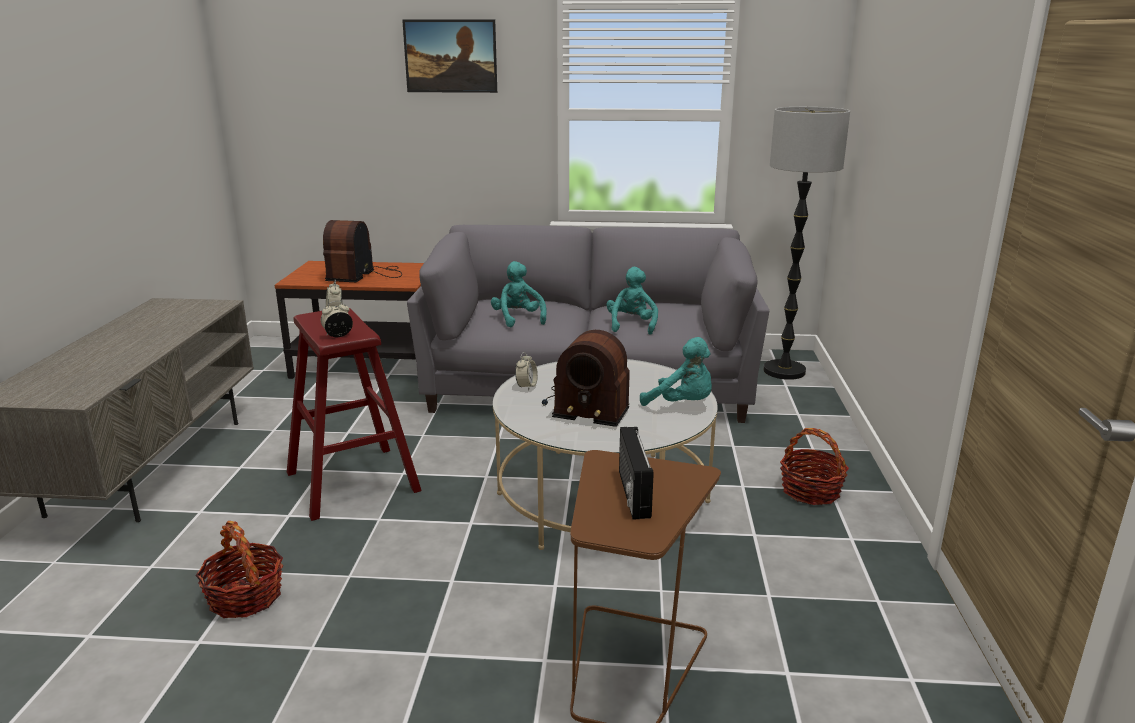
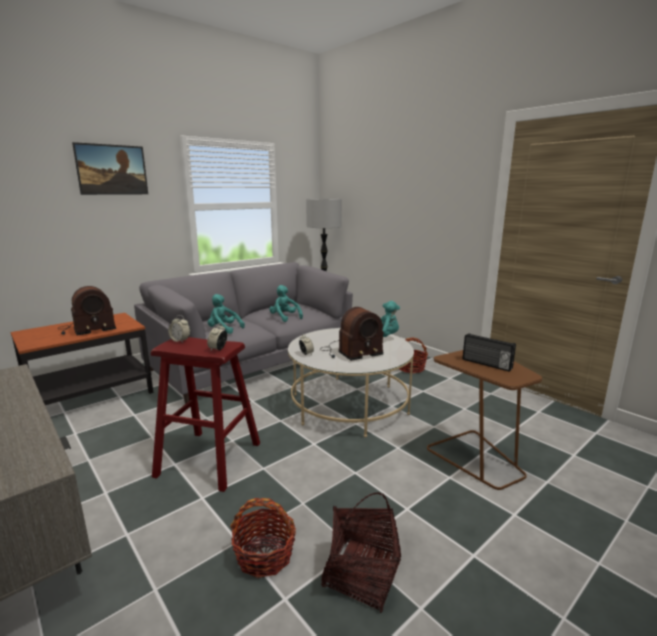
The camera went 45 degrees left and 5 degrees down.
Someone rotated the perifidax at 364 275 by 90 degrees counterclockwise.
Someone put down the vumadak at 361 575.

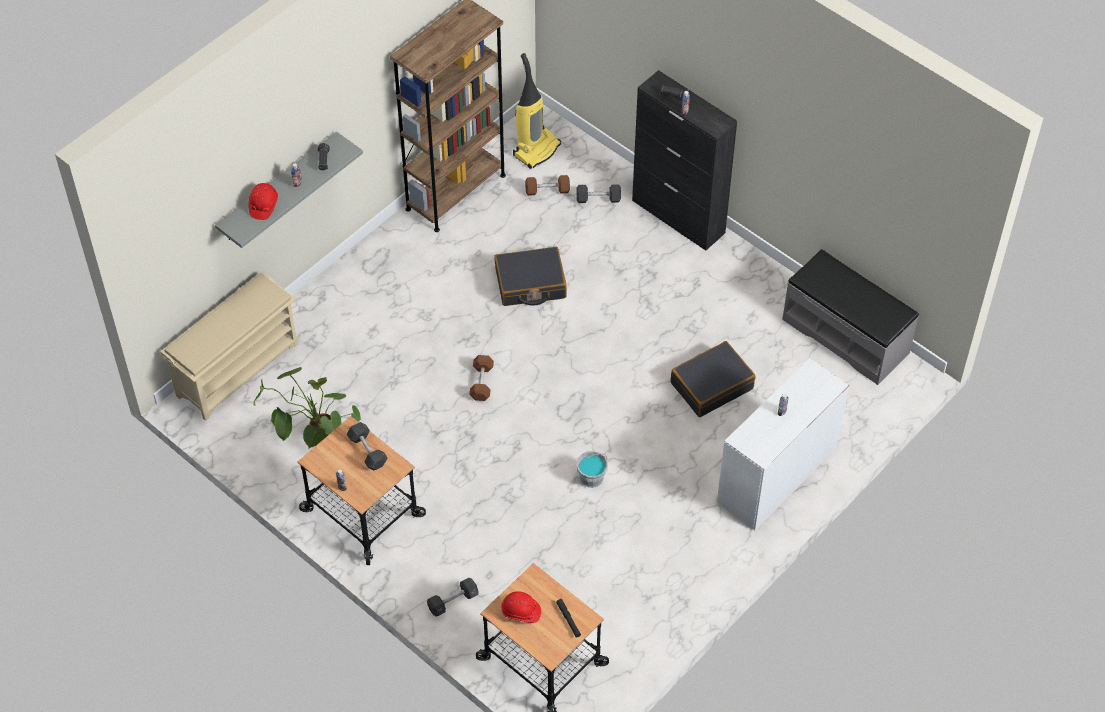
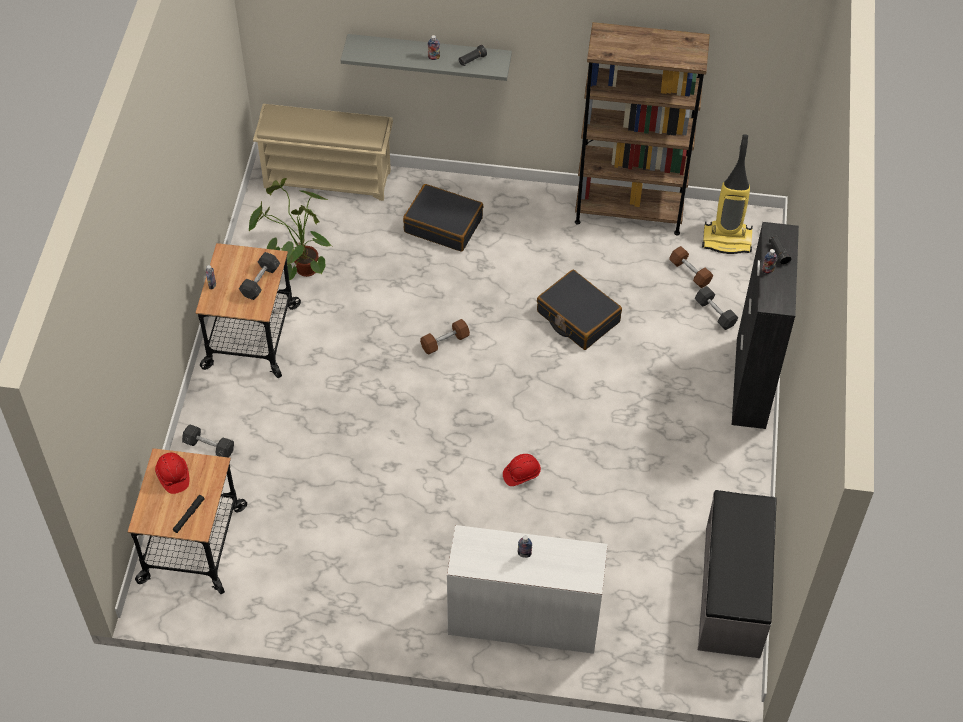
The camera went 55 degrees right and 0 degrees up.
Someone carried the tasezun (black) from 711 385 to 443 225.
Someone carried the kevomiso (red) from 263 205 to 521 474.
Someone took away the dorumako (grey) at 591 478.

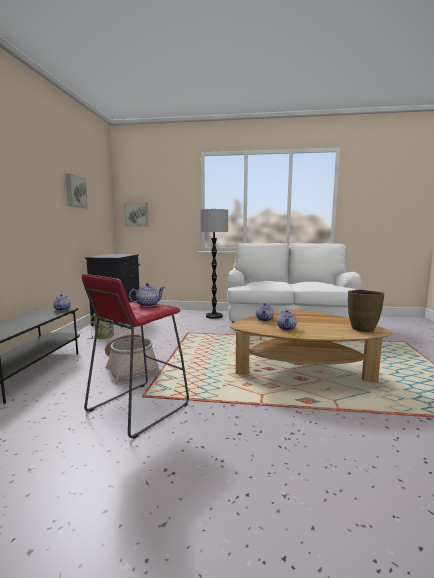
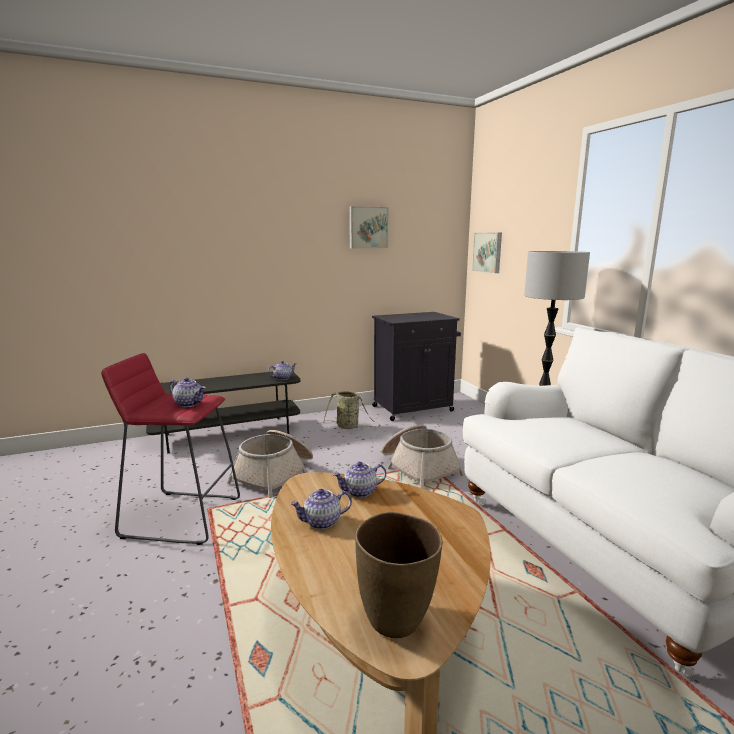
The camera went 60 degrees right and 5 degrees up.
Someone put down the vumadak at 418 468.

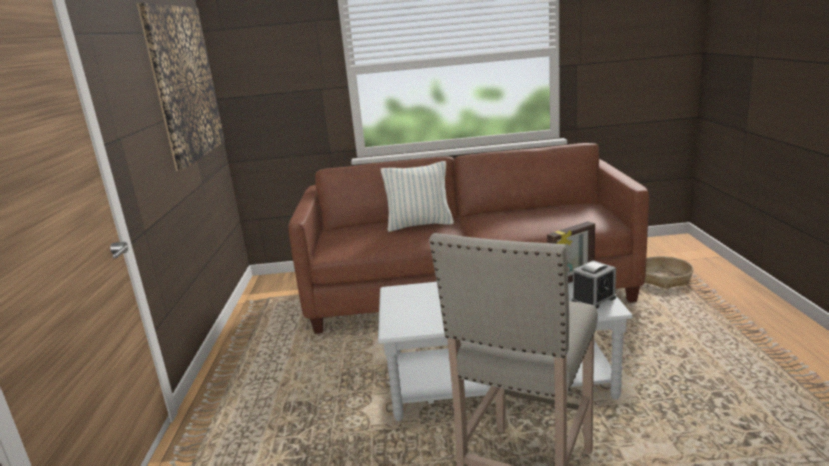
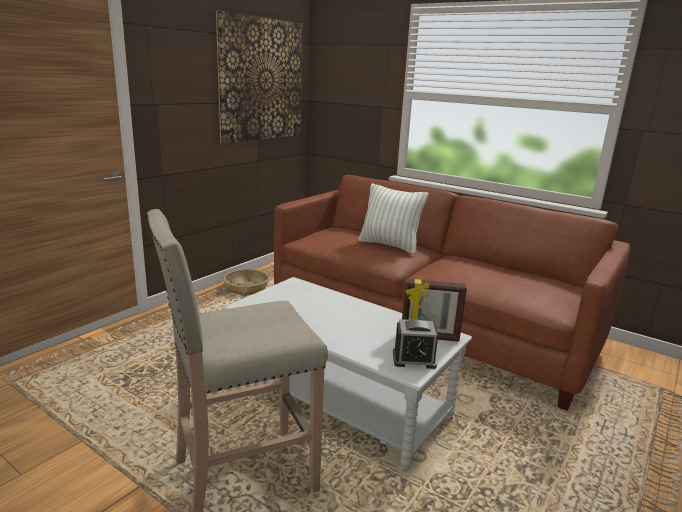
The camera went 35 degrees right and 0 degrees up.
Someone carried the vumadak from 664 279 to 246 288.

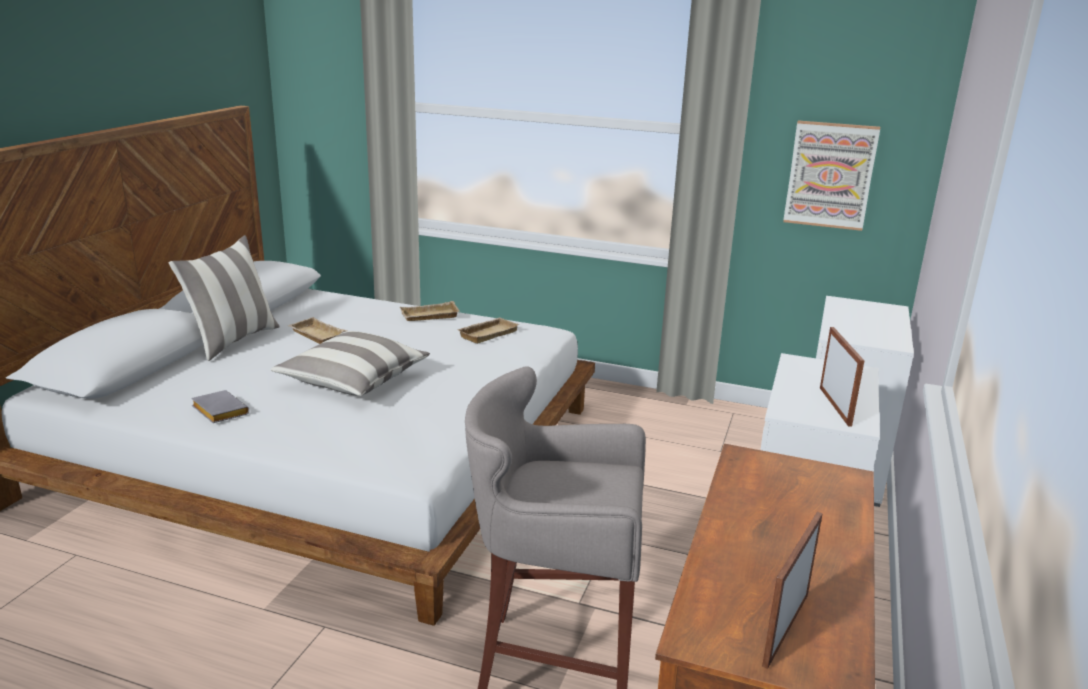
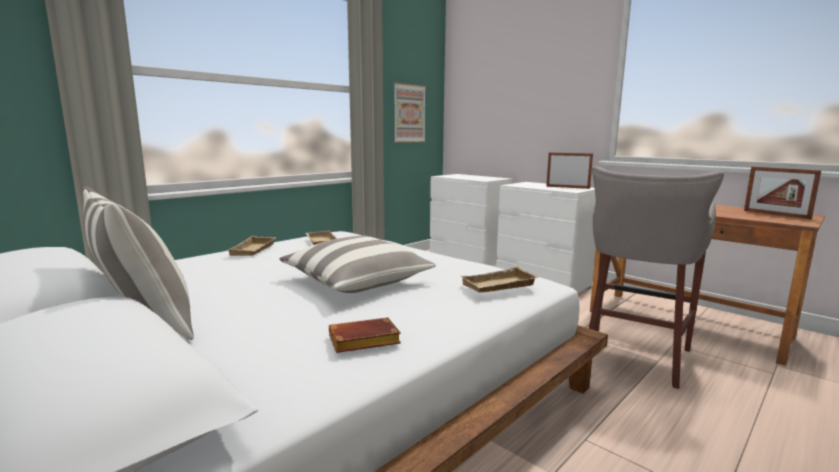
The camera went 65 degrees left and 10 degrees down.
Someone repainted the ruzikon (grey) at 218 411, which became the ruzikon (brown) at 362 342.
Someone carried the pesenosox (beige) from 316 336 to 499 286.

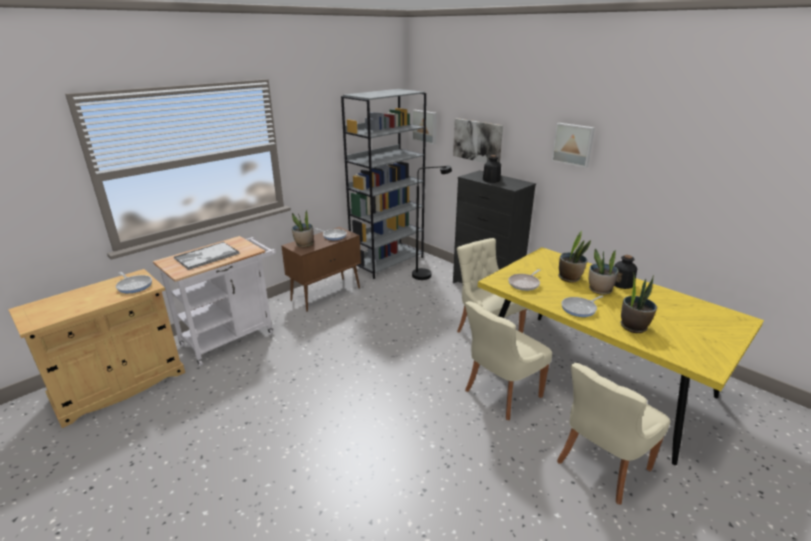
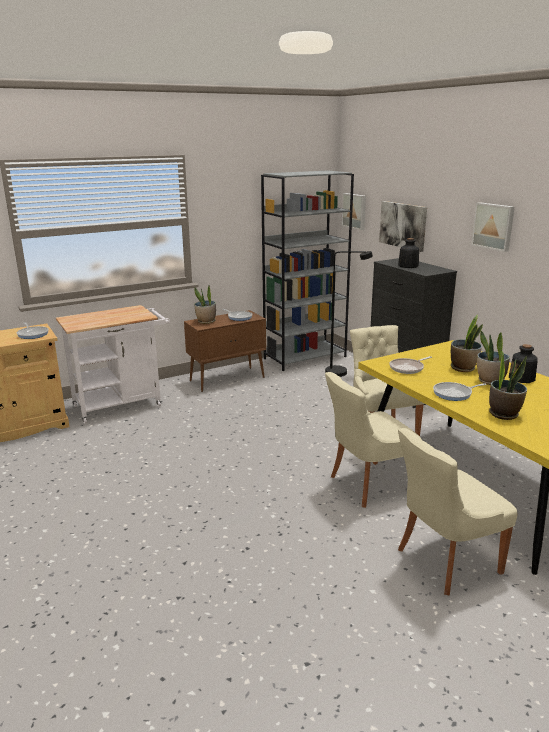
The camera went 15 degrees right and 5 degrees down.
Someone took away the pesenosox at 206 256.

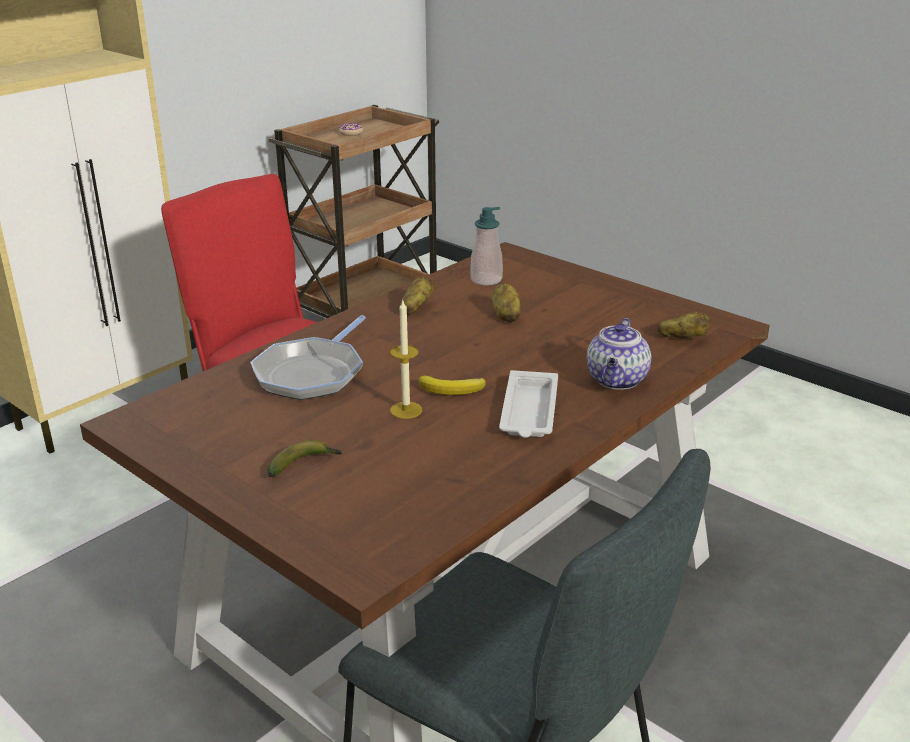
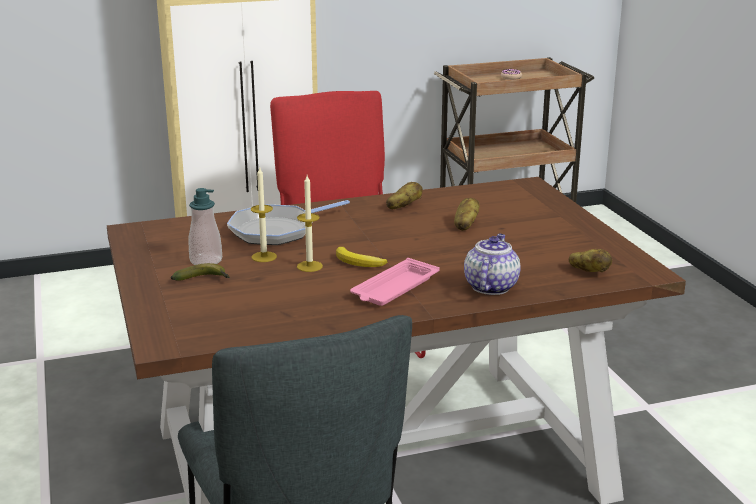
The camera went 30 degrees right and 5 degrees down.
Someone carried the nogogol from 486 280 to 206 261.
Someone put down the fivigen at 264 257.
Someone repainted the pesenosox (white) at 529 412, which became the pesenosox (pink) at 394 289.
Someone rotated the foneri at 617 380 by 150 degrees clockwise.

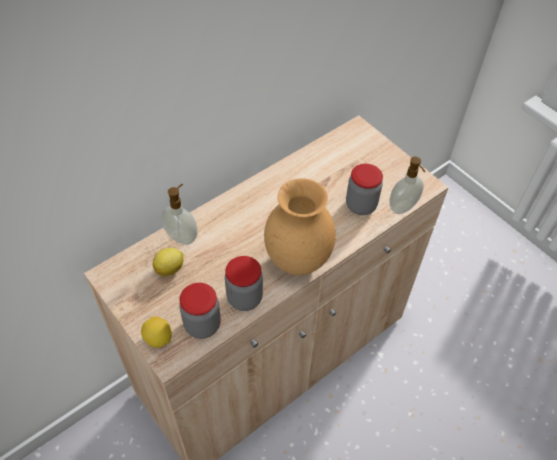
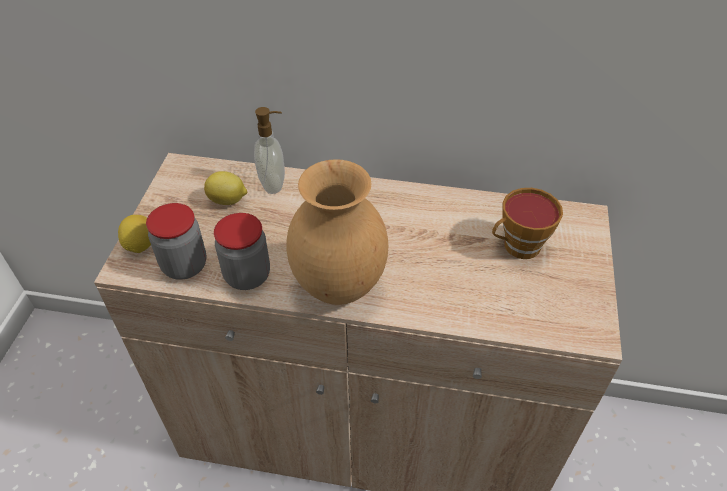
The camera went 50 degrees right and 5 degrees down.
Someone put down the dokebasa at 518 247.
Someone took away the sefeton at 361 205.
Someone took away the nogogol at 403 208.

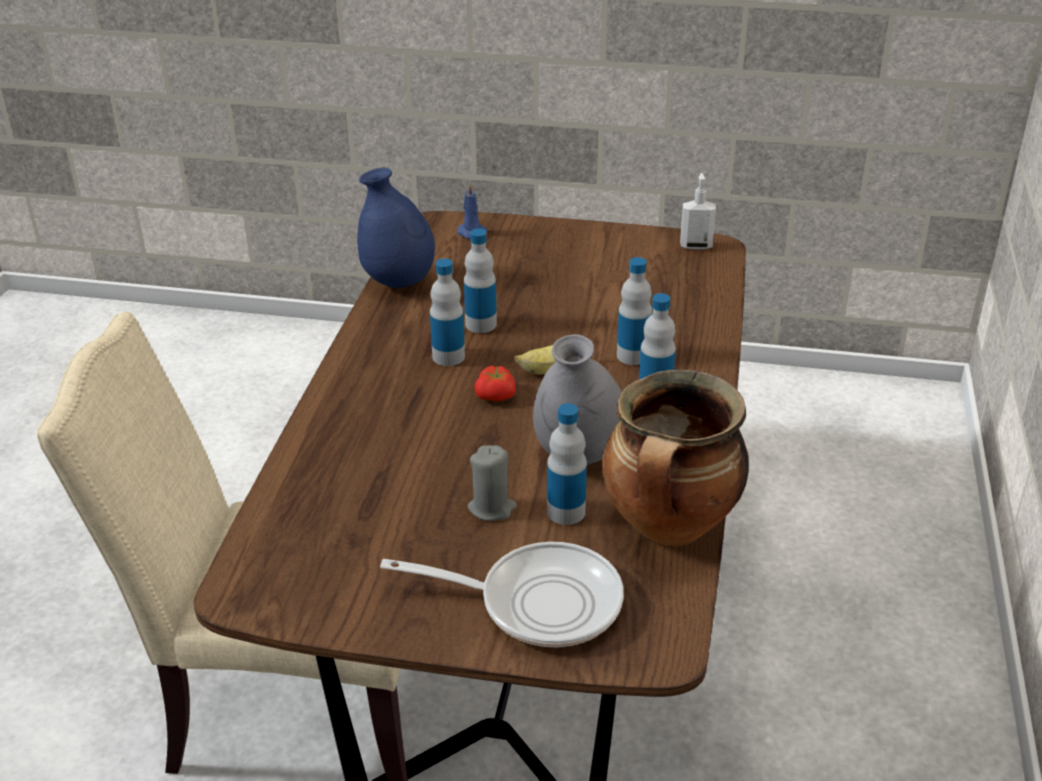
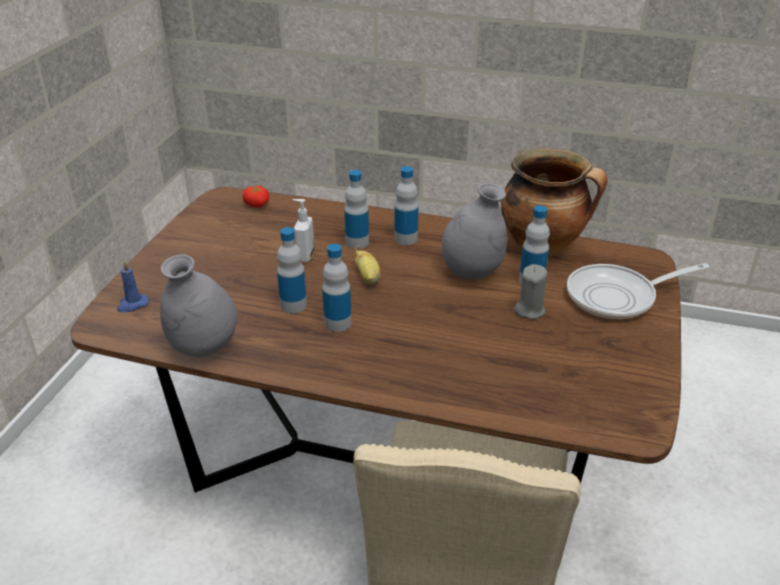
The camera went 85 degrees left and 0 degrees up.
Someone repainted the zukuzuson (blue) at 398 282, which became the zukuzuson (grey) at 203 348.
Someone carried the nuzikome from 496 396 to 257 204.
Someone carried the nogogol from 696 245 to 304 256.
Someone rotated the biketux at 538 602 by 120 degrees counterclockwise.

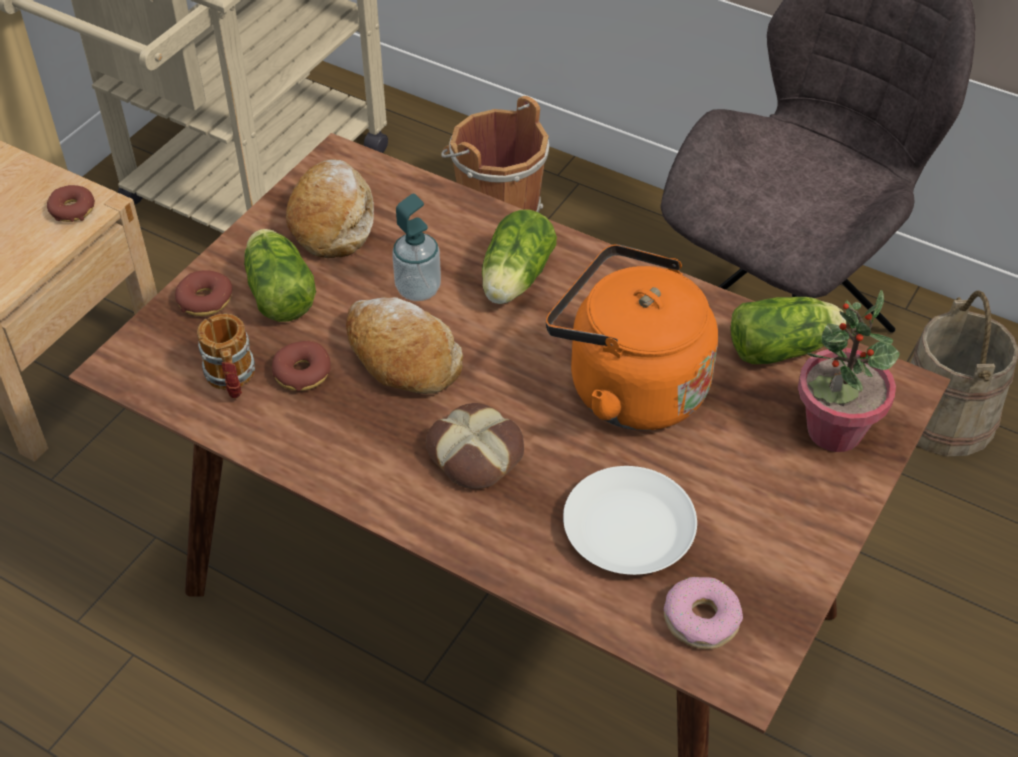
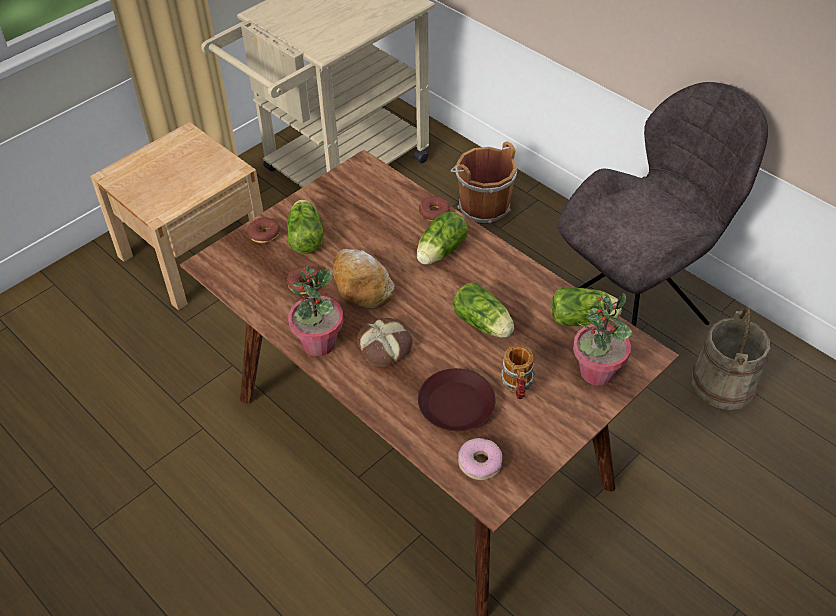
The camera went 15 degrees right and 0 degrees up.
Someone put down the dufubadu at 319 343.
Someone repainted the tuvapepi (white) at 630 528, which became the tuvapepi (brown) at 457 405.
Someone carried the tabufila from 72 210 to 434 213.
Someone swapped the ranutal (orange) at 628 386 for the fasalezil at 484 325.
Someone carried the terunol from 231 380 to 517 386.
Someone took away the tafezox at 333 220.
Someone took away the nogogol at 418 289.

